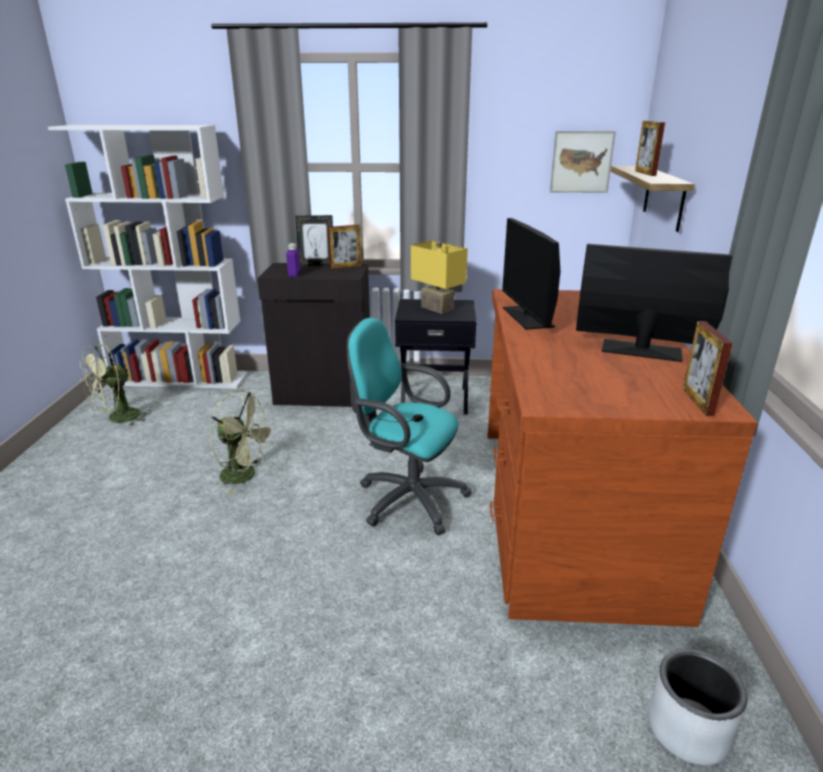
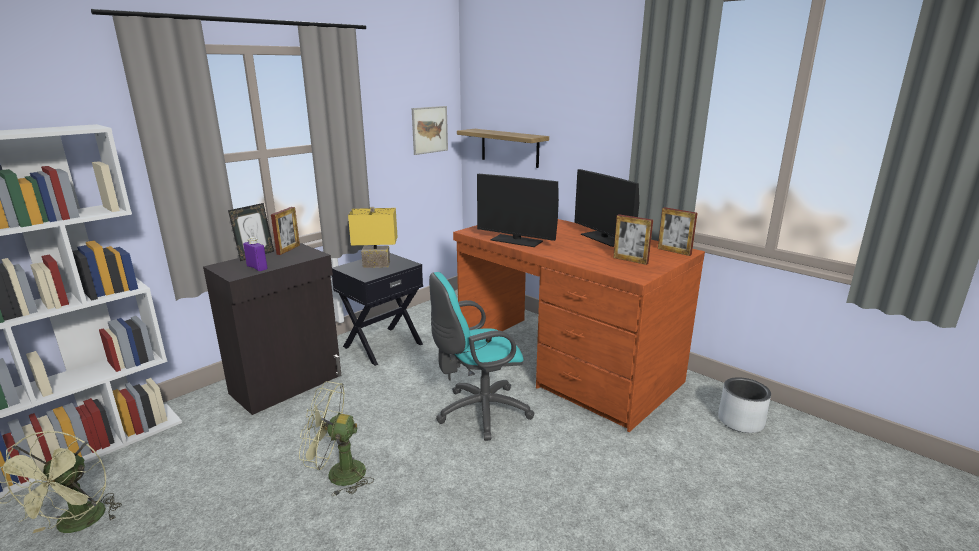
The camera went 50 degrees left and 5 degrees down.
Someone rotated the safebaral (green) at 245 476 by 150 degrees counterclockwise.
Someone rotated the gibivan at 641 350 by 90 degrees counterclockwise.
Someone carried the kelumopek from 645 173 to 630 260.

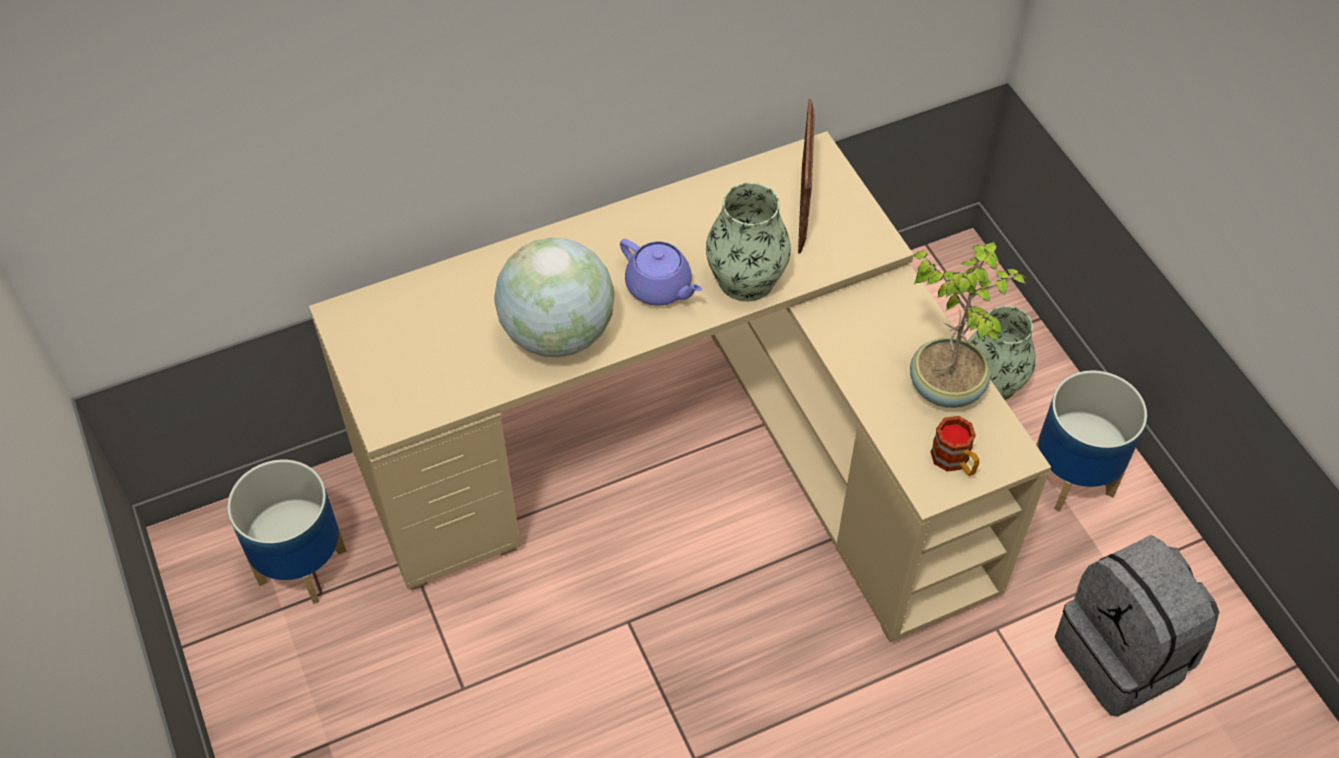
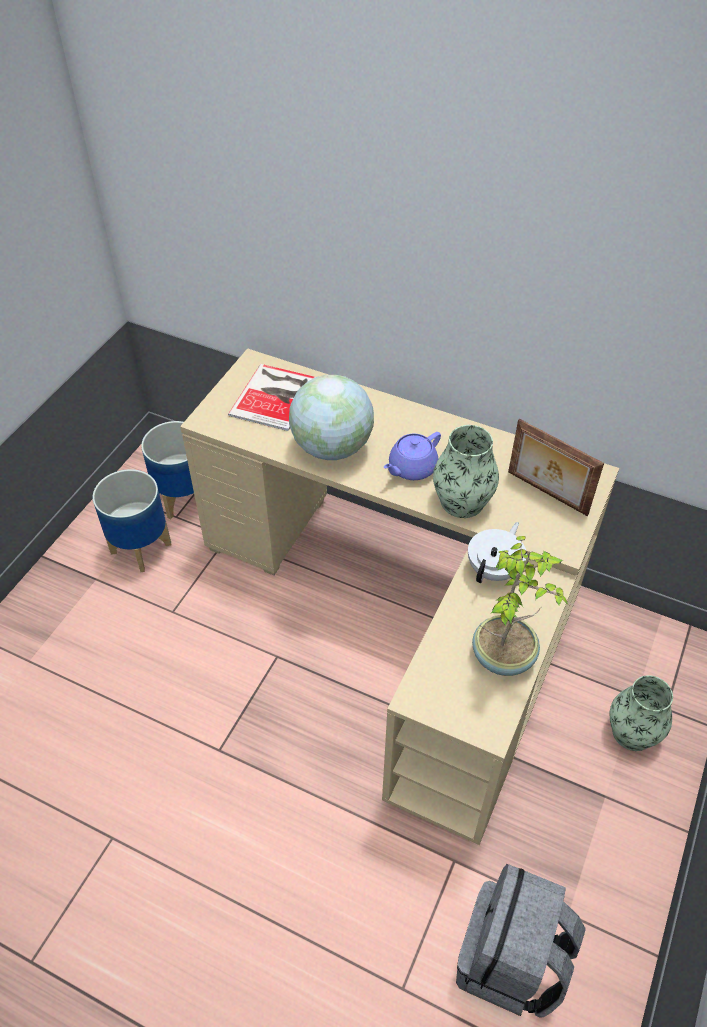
The camera went 50 degrees right and 5 degrees down.
Someone carried the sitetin from 1073 476 to 142 548.
Someone put down the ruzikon at 276 396.
Someone rotated the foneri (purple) at 660 287 by 45 degrees clockwise.
Someone put down the foneri (white) at 494 569.
Someone rotated the kelumopek at 803 208 by 75 degrees clockwise.
Someone took away the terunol at 955 461.

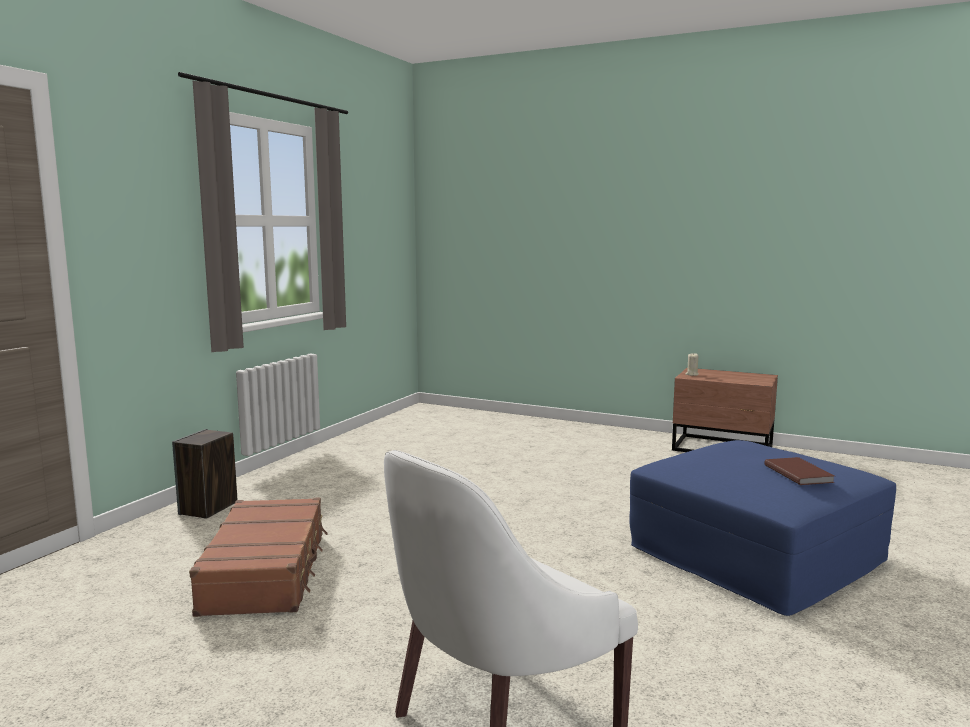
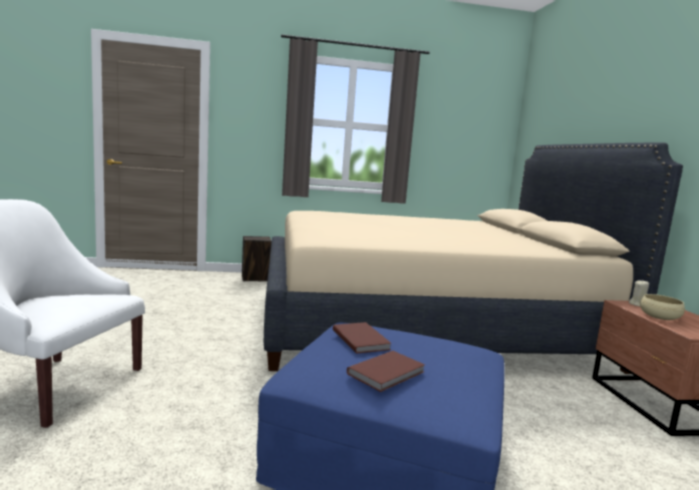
The camera went 55 degrees right and 0 degrees up.
Someone put down the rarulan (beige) at 424 324.
Someone put down the ruzikon (brown) at 361 339.
Someone put down the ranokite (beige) at 660 316.
Someone took away the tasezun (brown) at 267 571.

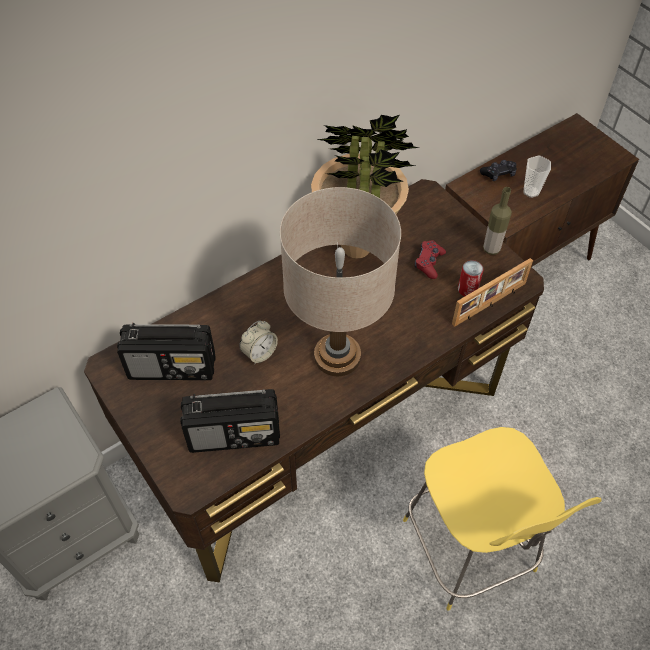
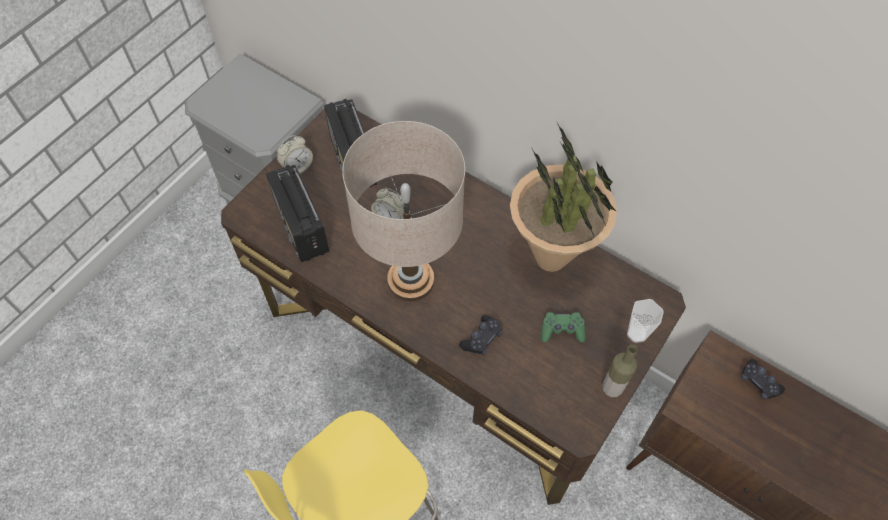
The camera went 70 degrees right and 5 degrees up.
Someone put down the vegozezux at 297 167.
Someone put down the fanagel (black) at 482 338.
Someone repainted the fanagel (red) at 429 263, which became the fanagel (green) at 562 330.
Someone carried the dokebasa from 531 192 to 636 333.
Someone took away the kelumopek at 490 304.
Someone took away the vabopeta at 467 289.

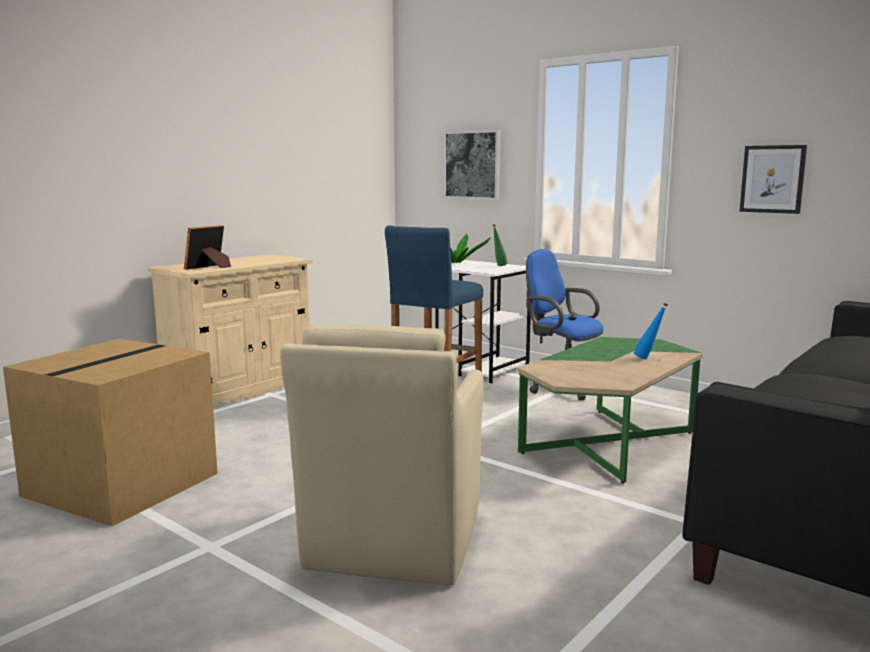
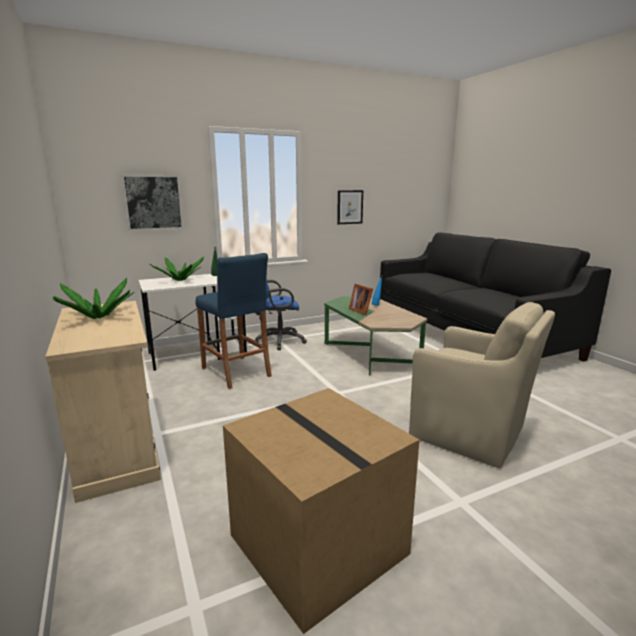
The camera went 65 degrees left and 5 degrees up.
Someone put down the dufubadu at 98 317.
Someone carried the kelumopek from 209 267 to 361 311.

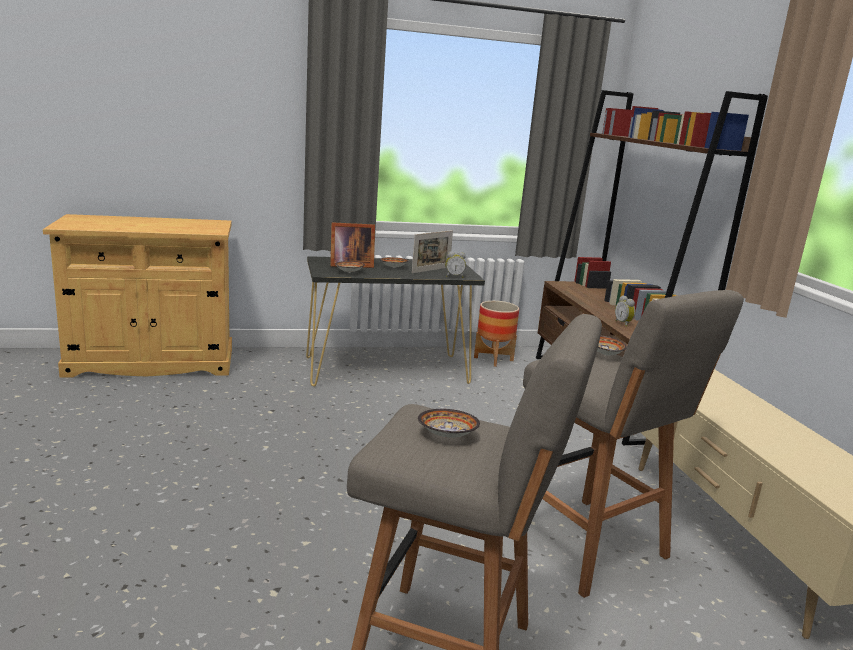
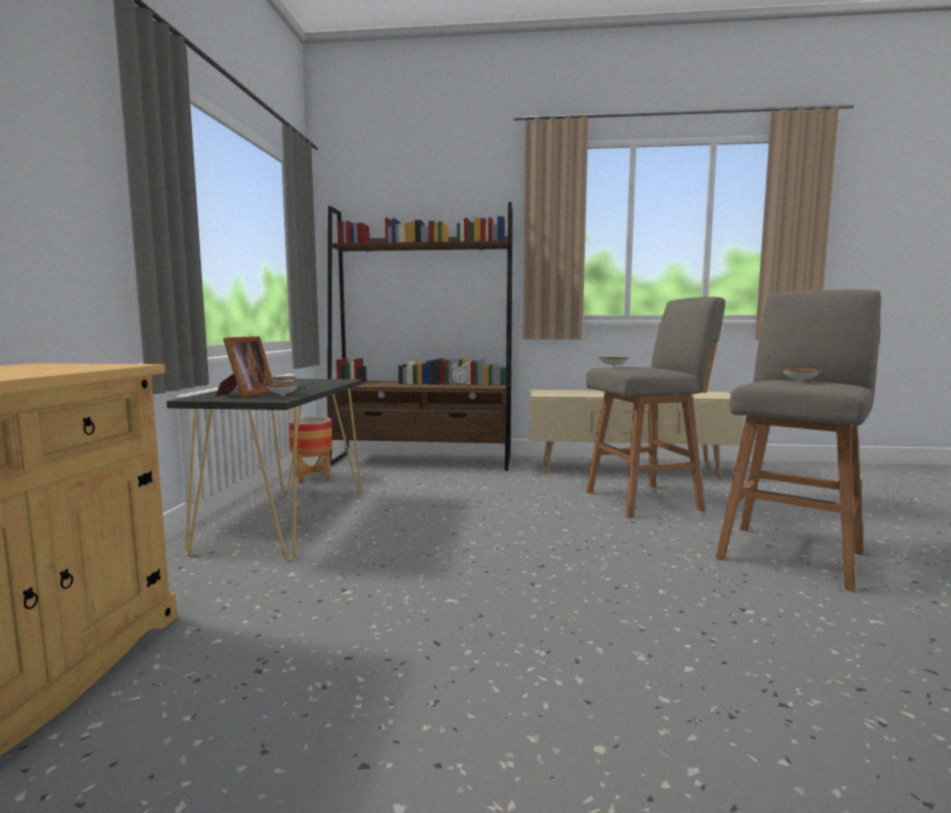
The camera went 70 degrees left and 10 degrees down.
Someone took away the kelumopek at 431 270.
Someone took away the vegozezux at 454 276.

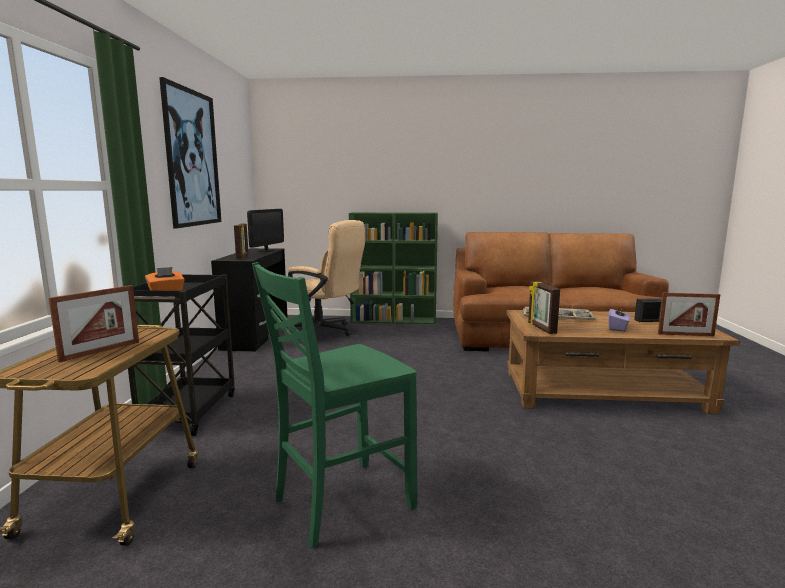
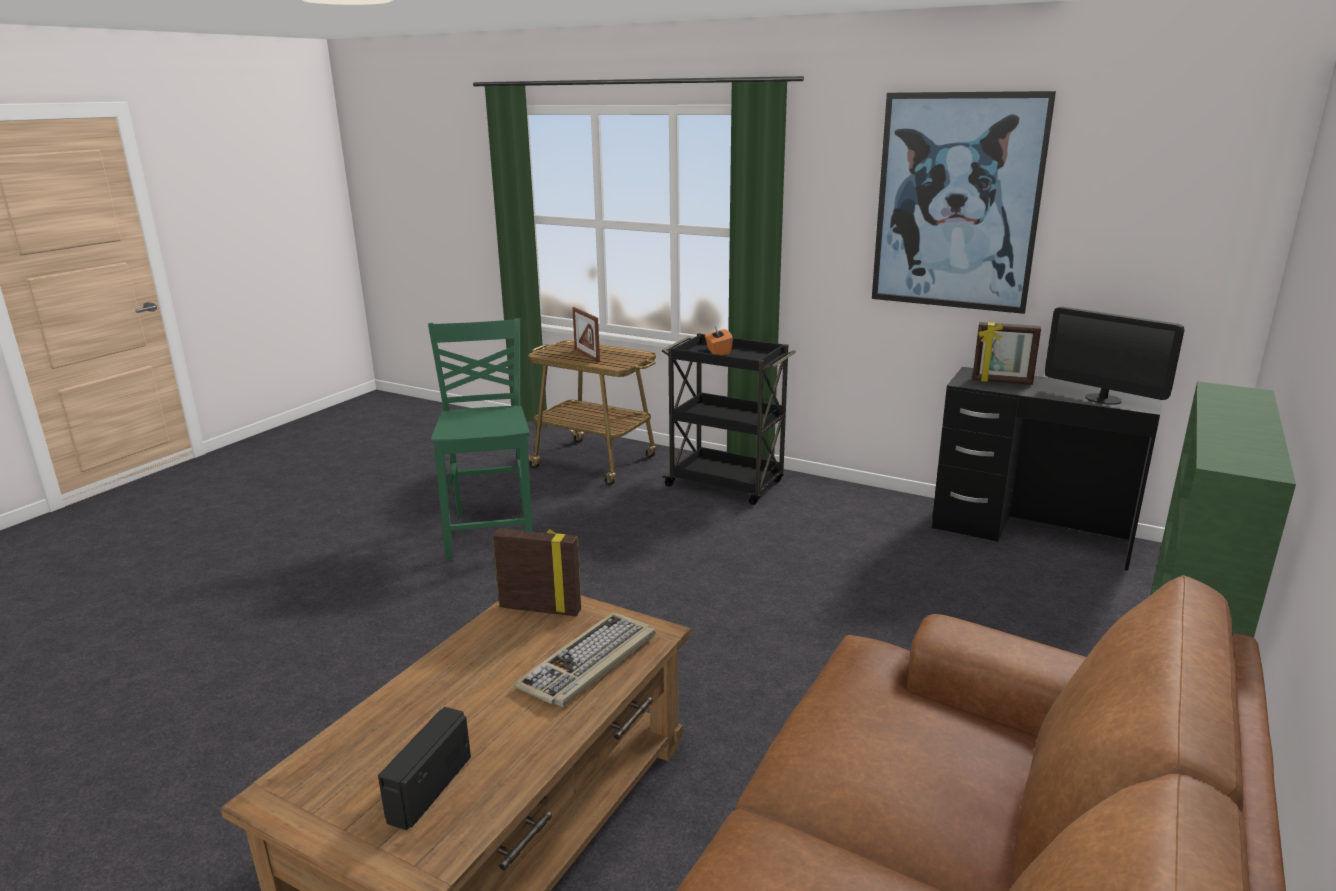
The camera went 115 degrees right and 10 degrees up.
Someone took away the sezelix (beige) at 325 332.
Someone took away the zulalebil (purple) at 618 328.
Someone took away the kelumopek at 685 335.

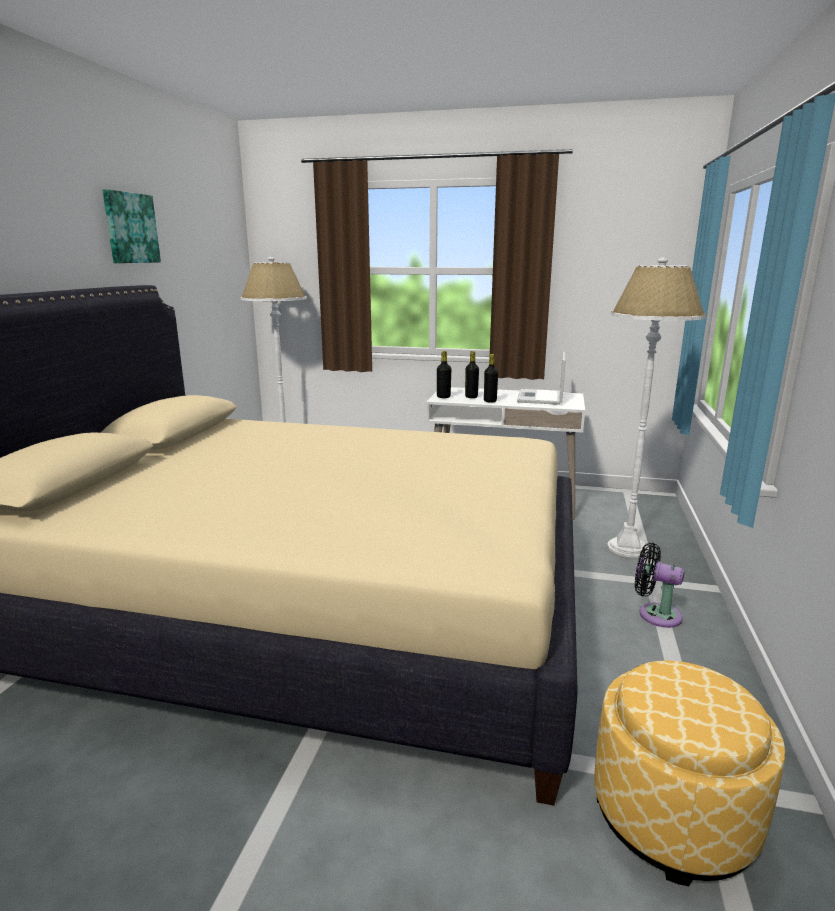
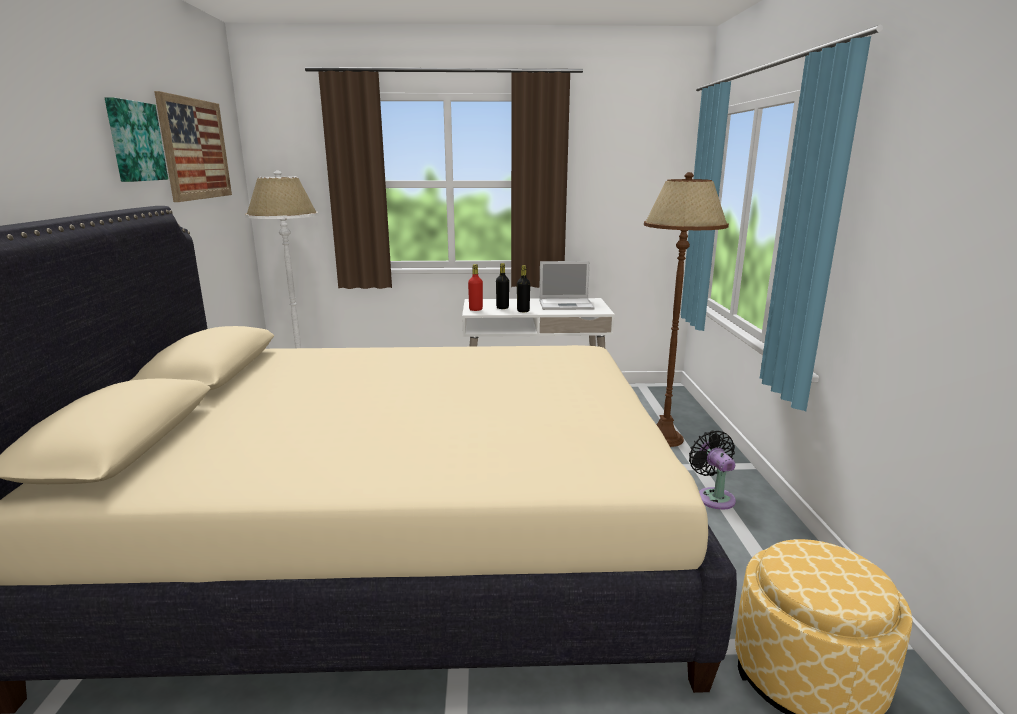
The camera went 15 degrees left and 0 degrees up.
Someone put up the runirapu at 195 149.
Someone repainted the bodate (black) at 443 397, which became the bodate (red) at 475 309.
Someone rotated the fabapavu at 540 398 by 90 degrees counterclockwise.
Someone repainted the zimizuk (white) at 628 548, which became the zimizuk (brown) at 665 438.
Someone rotated the safebaral (black) at 655 614 by 60 degrees clockwise.

